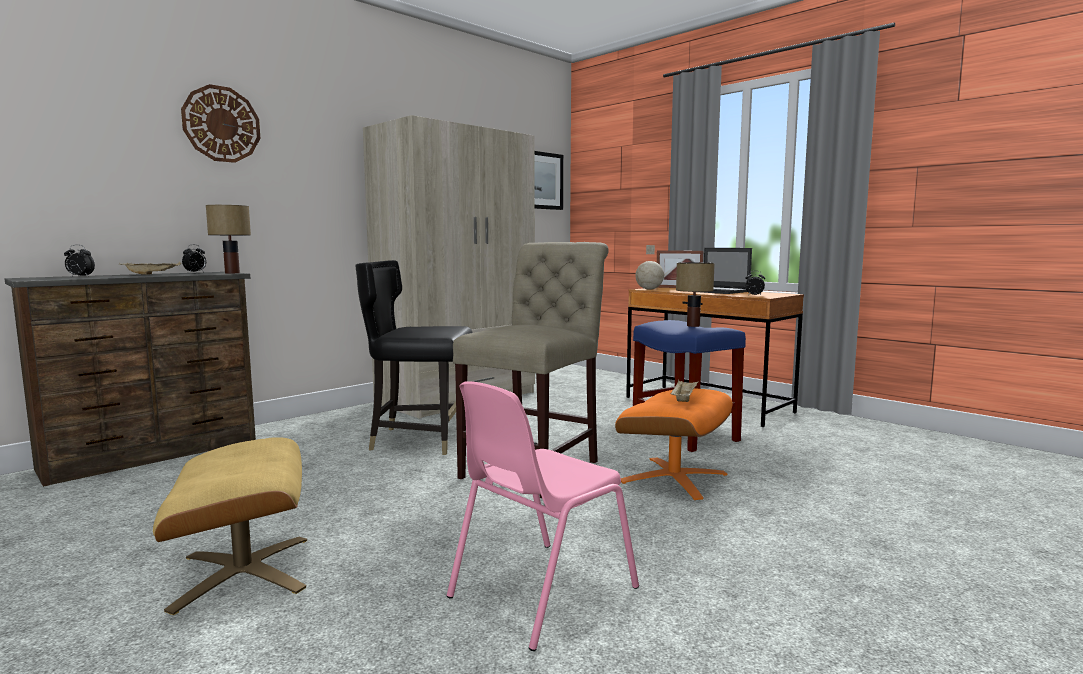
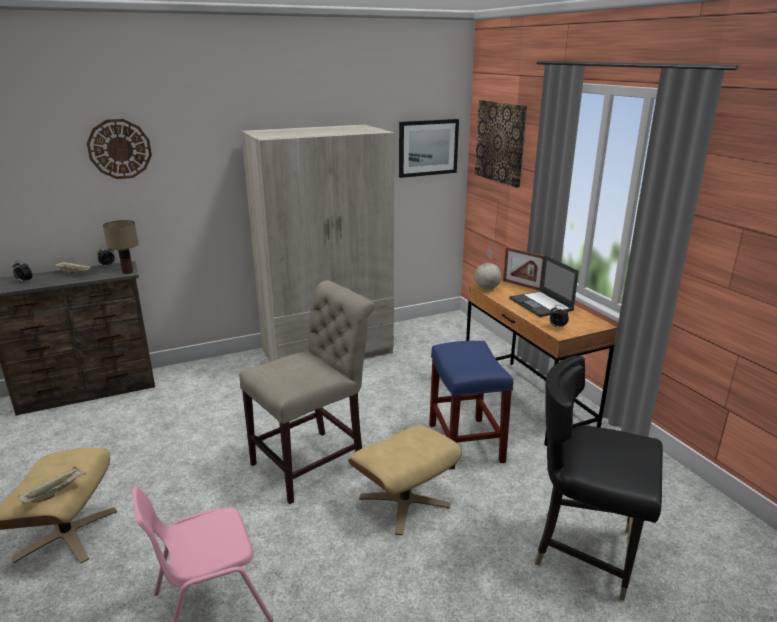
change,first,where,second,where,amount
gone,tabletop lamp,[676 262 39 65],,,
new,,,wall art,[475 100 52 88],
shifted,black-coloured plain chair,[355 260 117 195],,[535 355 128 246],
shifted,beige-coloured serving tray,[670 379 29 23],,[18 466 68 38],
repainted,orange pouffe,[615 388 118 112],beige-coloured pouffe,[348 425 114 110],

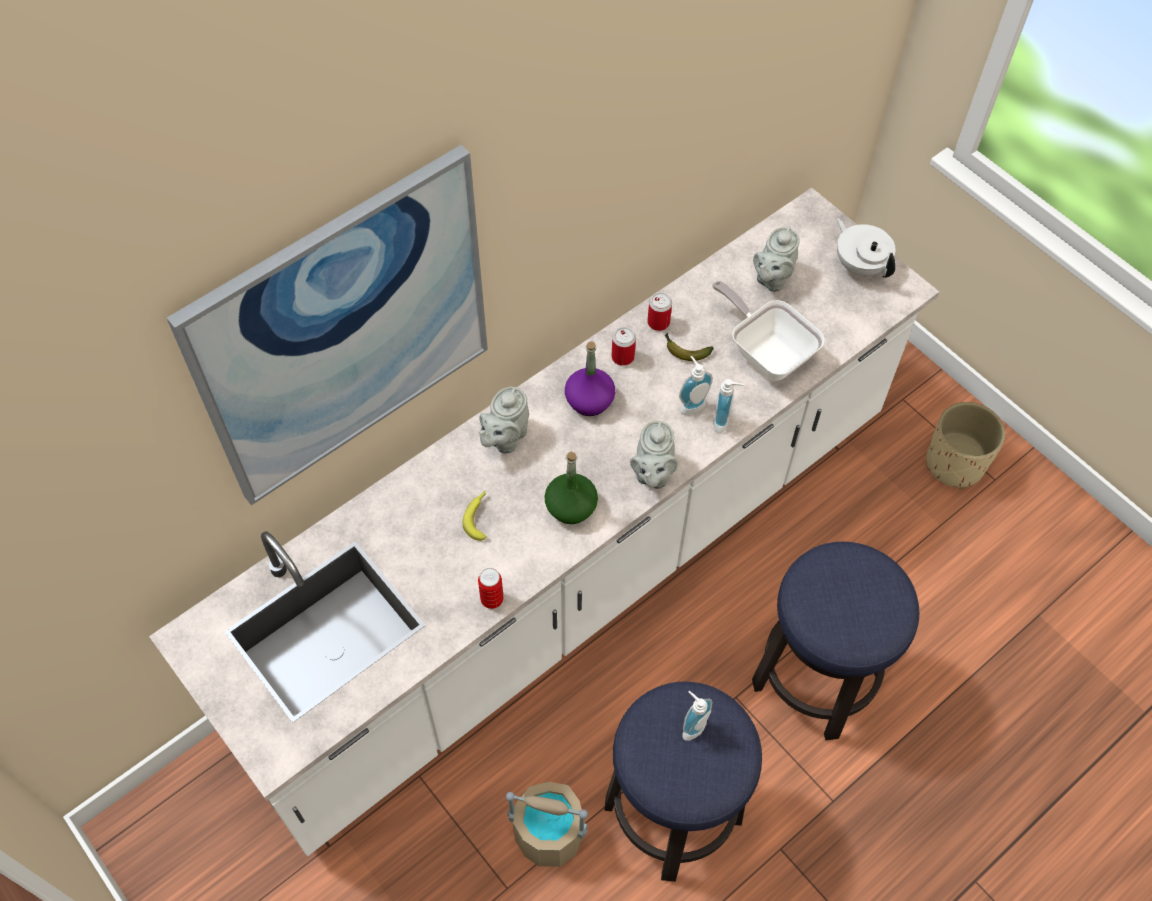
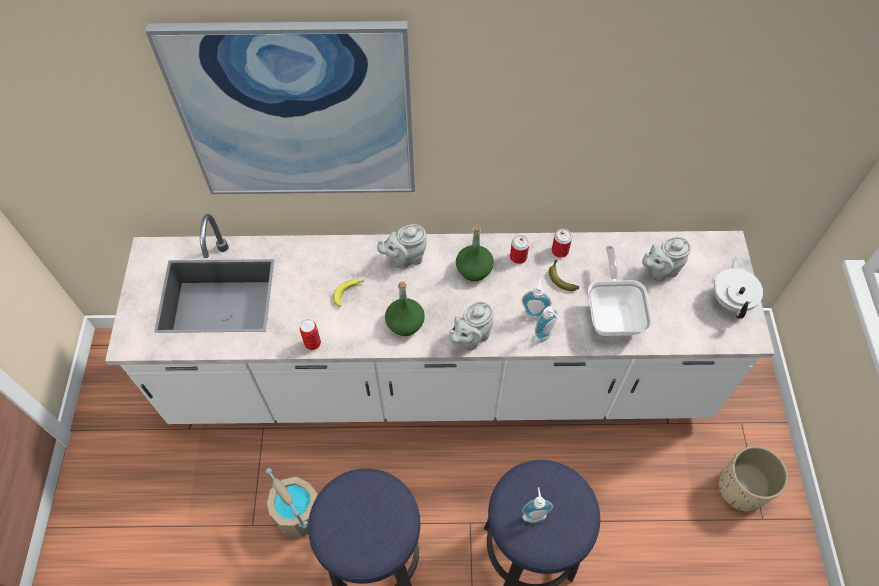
change,first,where,second,where,amount
shifted,soap bottle,[682 691 30 50],,[521 487 32 36],
repainted,purple drink bottle,[565 341 50 75],greenish drink bottle,[456 225 38 56],

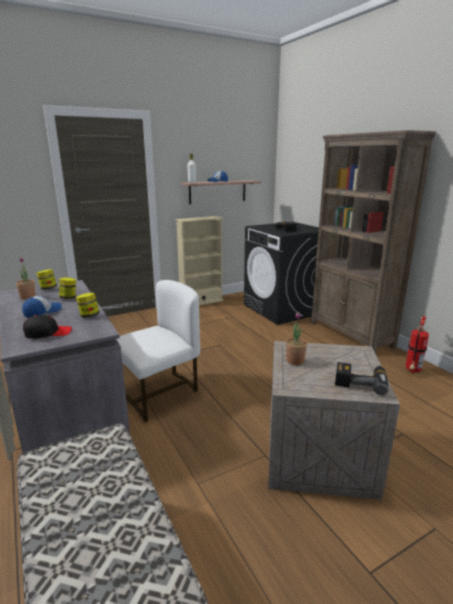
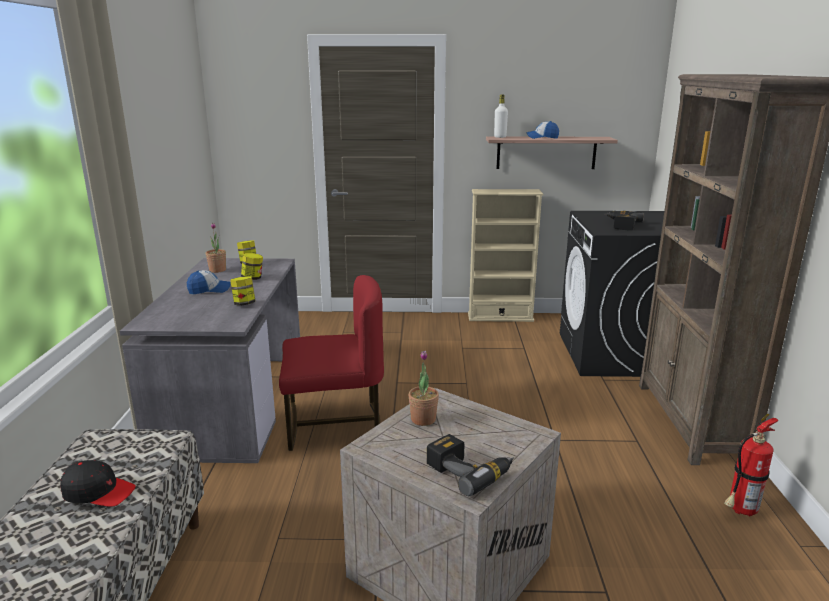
change,first,where,second,where,amount
shifted,black-coloured cap,[23 315 49 24],,[60 460 76 47],
repainted,white-coloured plain chair,[116 280 84 142],red-coloured plain chair,[279 275 105 176],

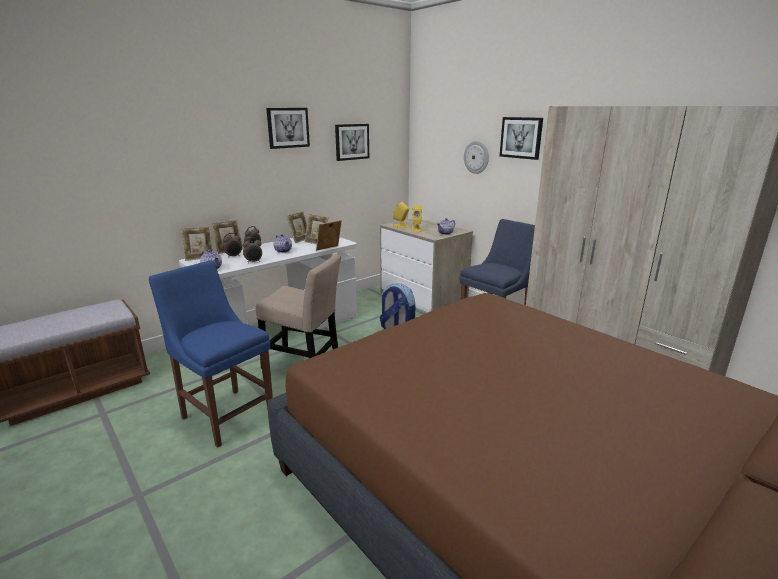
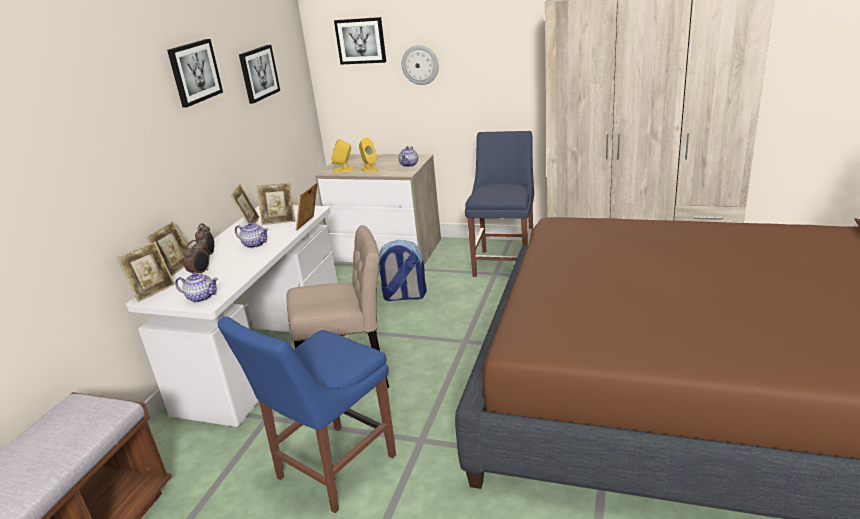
change,first,where,second,where,amount
gone,alarm clock,[243 237 19 26],,,
shifted,wall art,[500 117 43 43],,[334 17 52 47],
rotated,bluish plain chair,[149 261 124 187],,[218 317 178 196],60 degrees counterclockwise

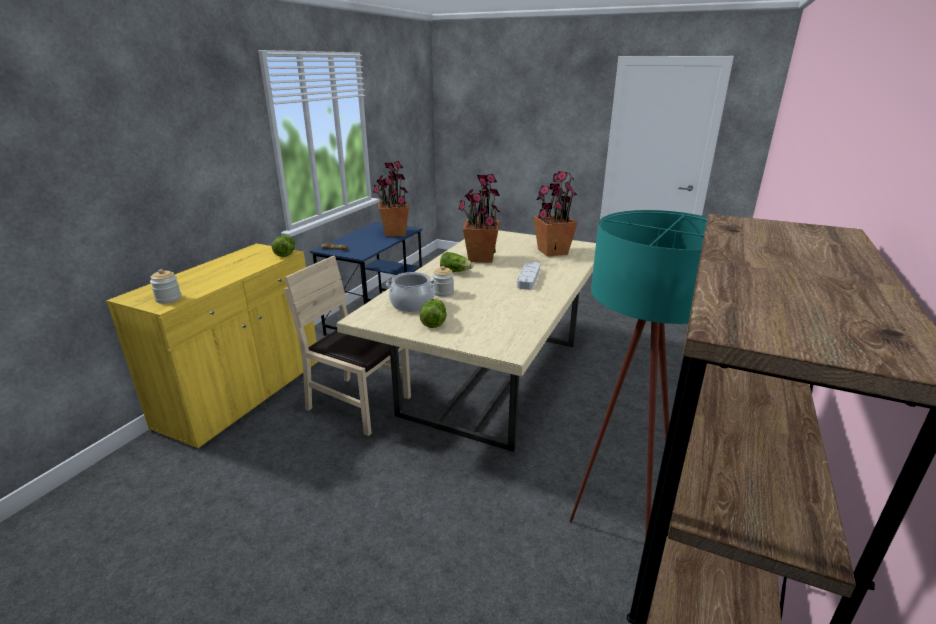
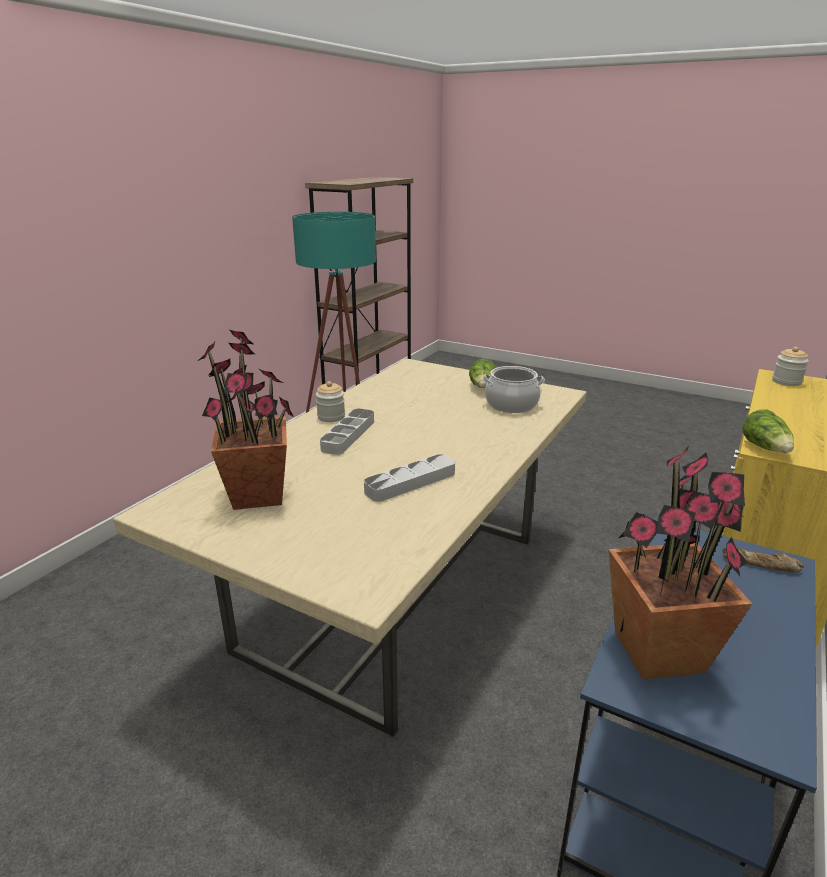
change,first,where,second,where,amount
gone,beige-coloured plain chair,[285 256 126 180],,,
gone,head of lettuce,[440 252 34 20],,,
shifted,storage jar,[432 266 22 31],,[316 381 29 41],
swapped,houseplant,[459 174 41 89],greyish serving tray,[364 454 91 48],

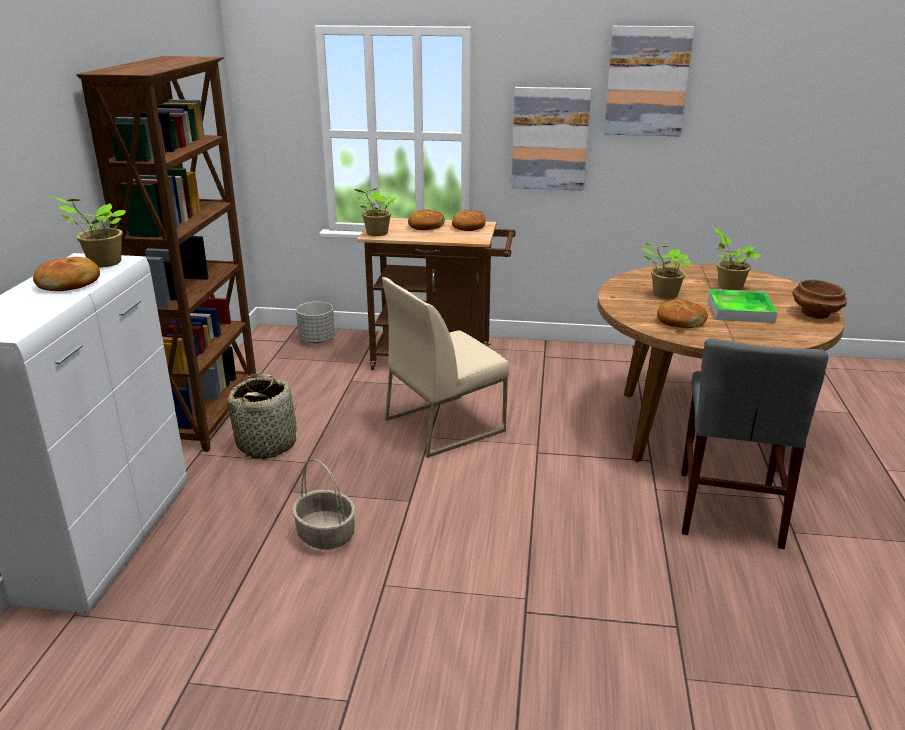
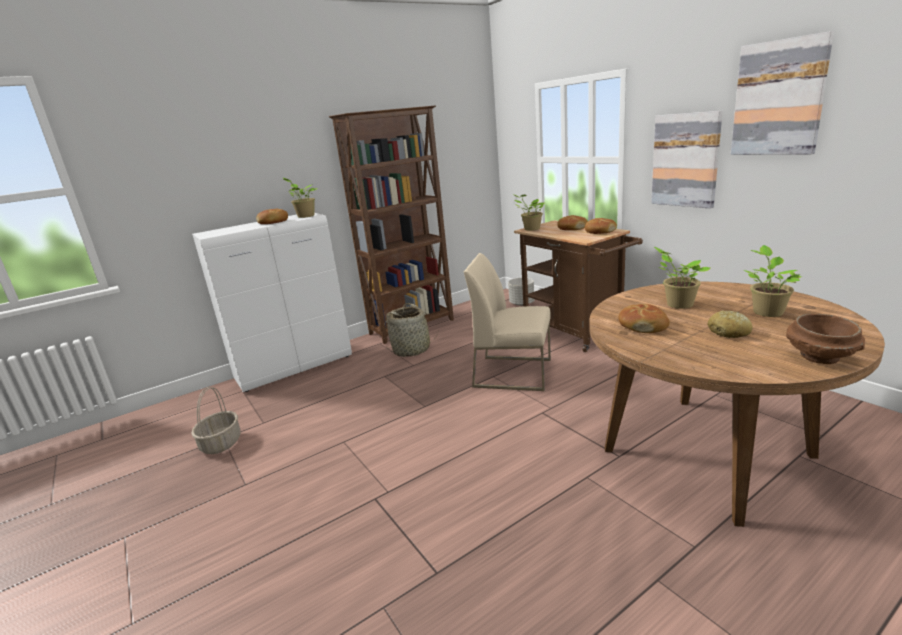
change,first,where,second,where,amount
gone,greyish plain chair,[681 338 148 211],,,
shifted,basket,[292 459 64 91],,[191 387 49 67],
swapped,serving tray,[708 289 70 34],bakery bread,[707 310 46 28],

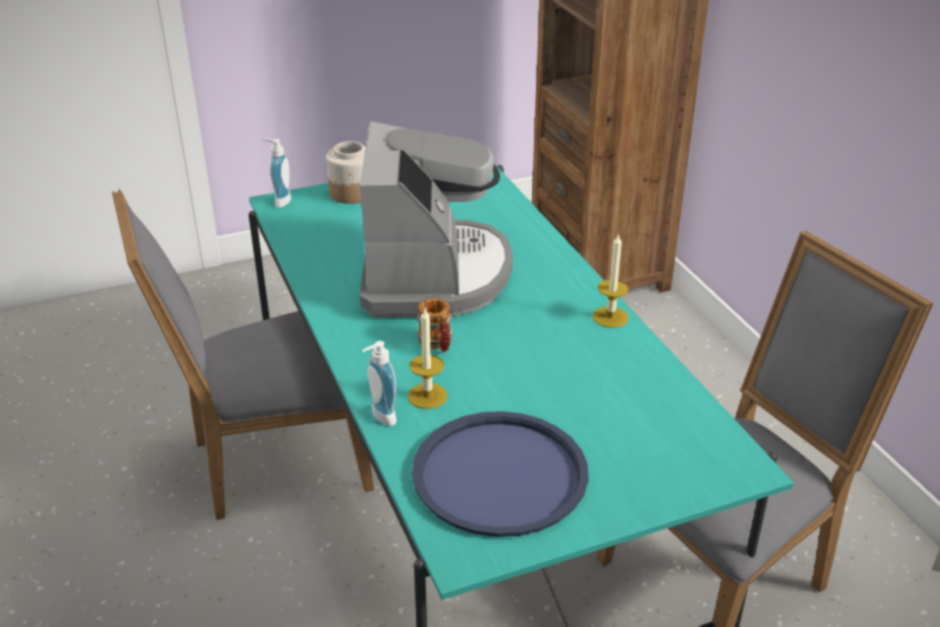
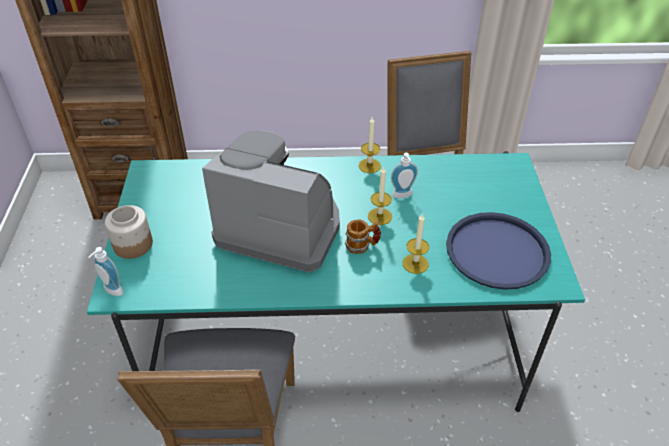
change,first,where,second,where,amount
new,,,wax light,[368 166 24 59],
shifted,soap bottle,[362 341 35 85],,[391 153 27 45],

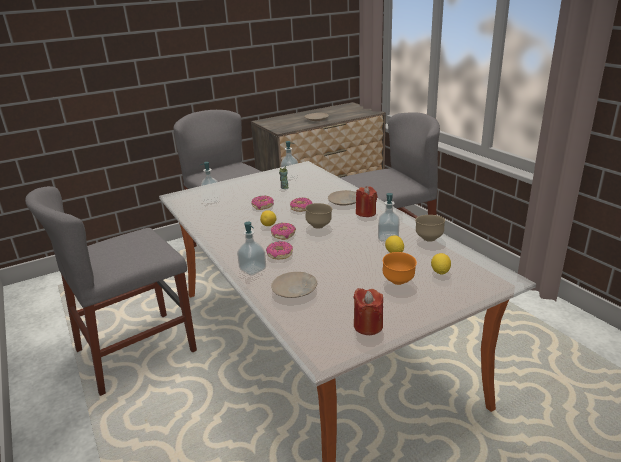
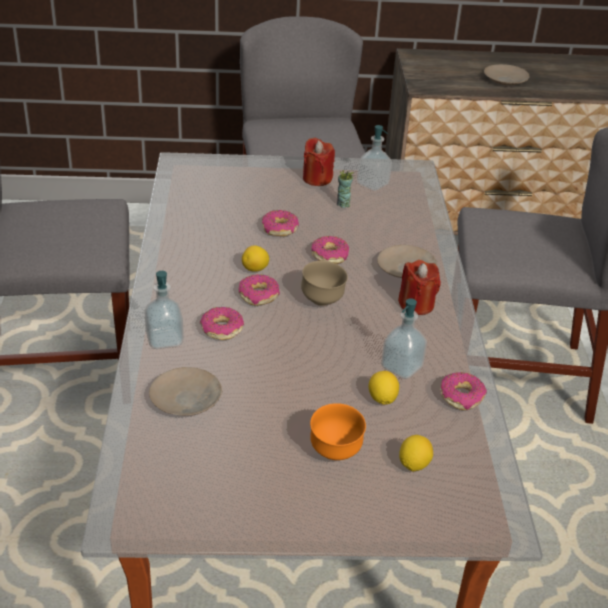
change,first,where,second,where,amount
gone,soap bottle,[200 162 20 41],,,
shifted,red-coloured wax light,[353 288 30 47],,[303 138 32 48],
swapped,brown deep dish,[415 215 30 27],doughnut,[440 372 47 38],

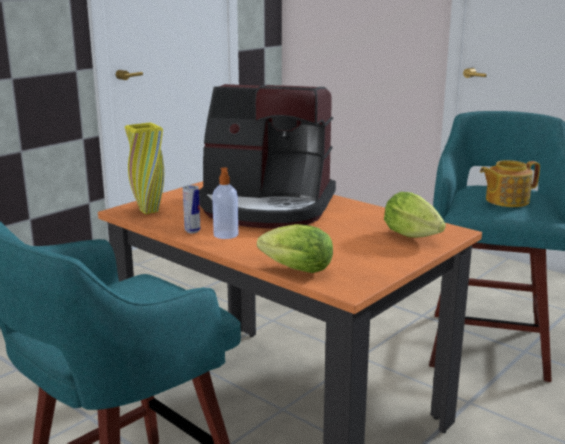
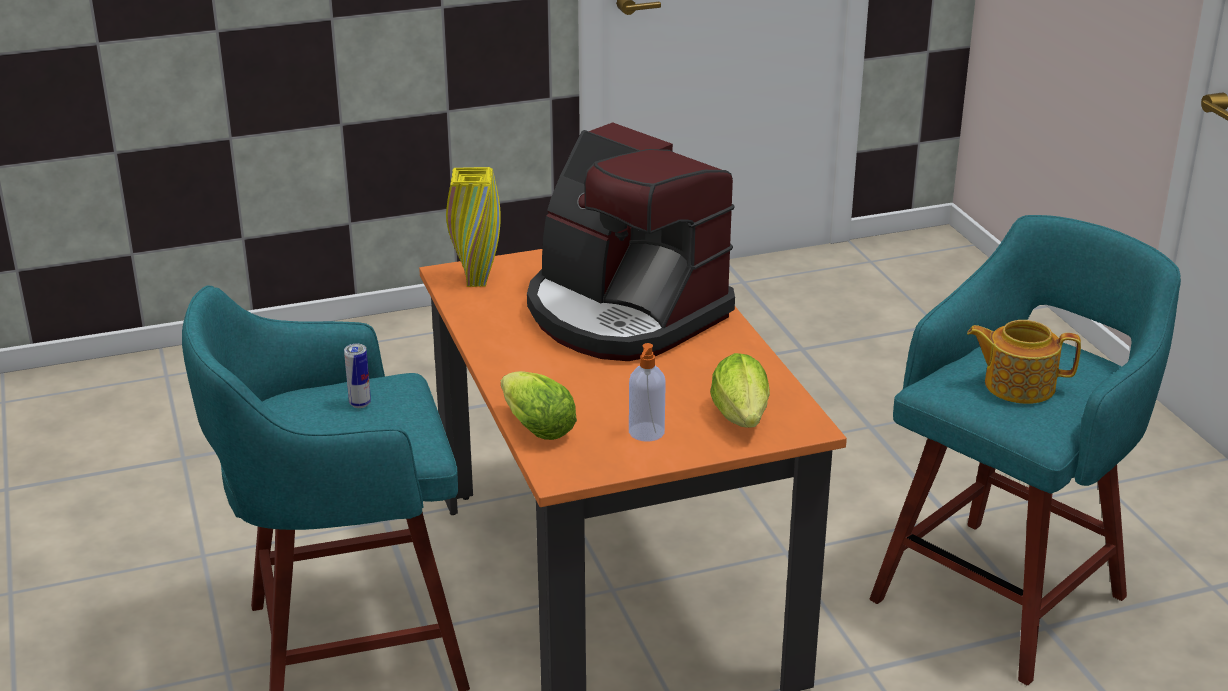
change,first,where,second,where,amount
shifted,sealed can,[183 185 17 48],,[344 344 27 64],
shifted,soap bottle,[212 167 26 72],,[629 343 37 99],

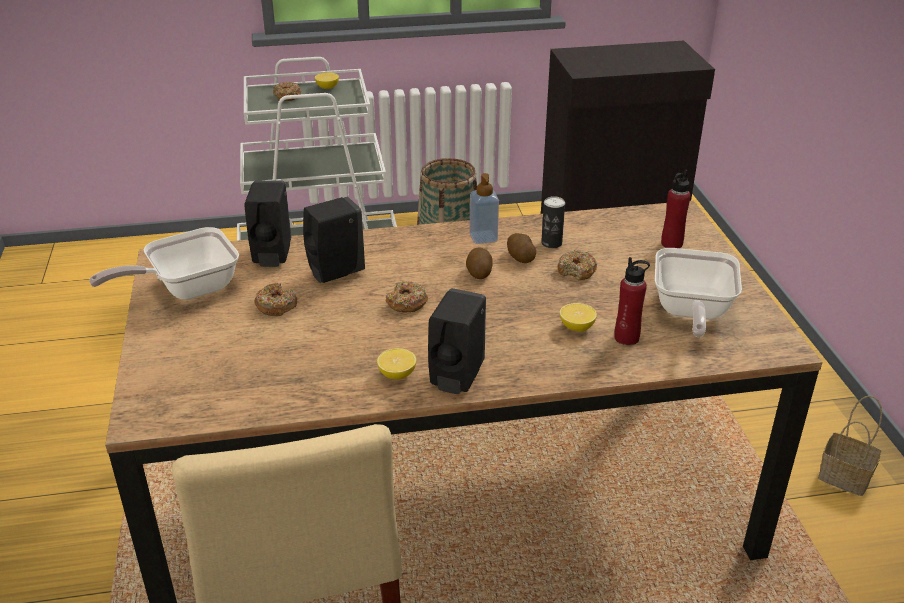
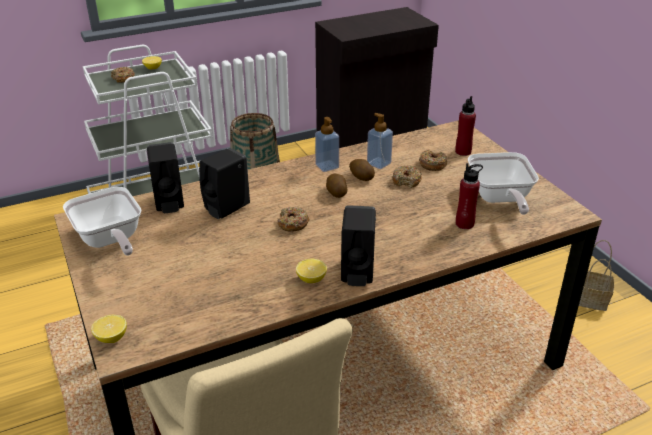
change,first,where,second,where,amount
shifted,doughnut,[255 283 42 33],,[419 149 28 22],
shifted,citrus fruit,[560 303 37 29],,[91 315 36 28],
swapped,sealed can,[541 196 24 52],soap bottle,[367 113 26 56],
rotated,pan,[89 227 150 73],,[63 187 79 69],75 degrees counterclockwise

